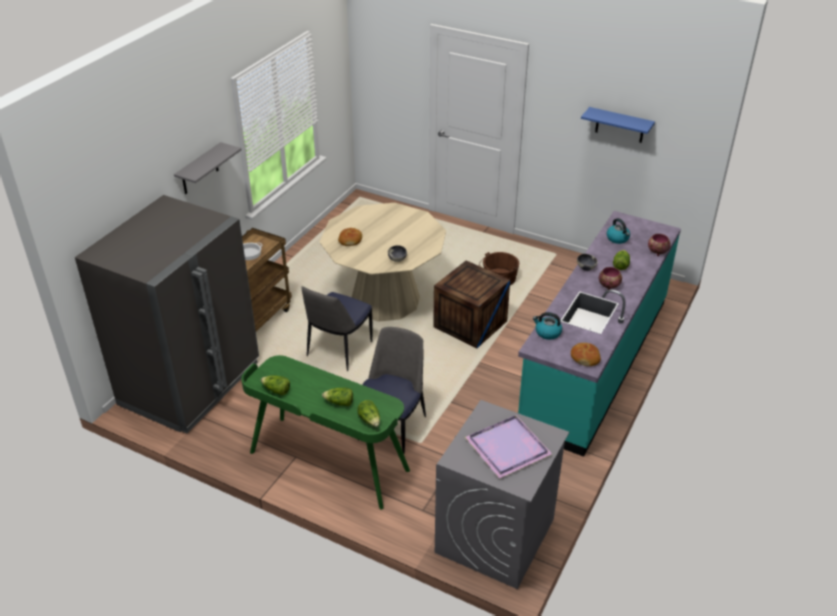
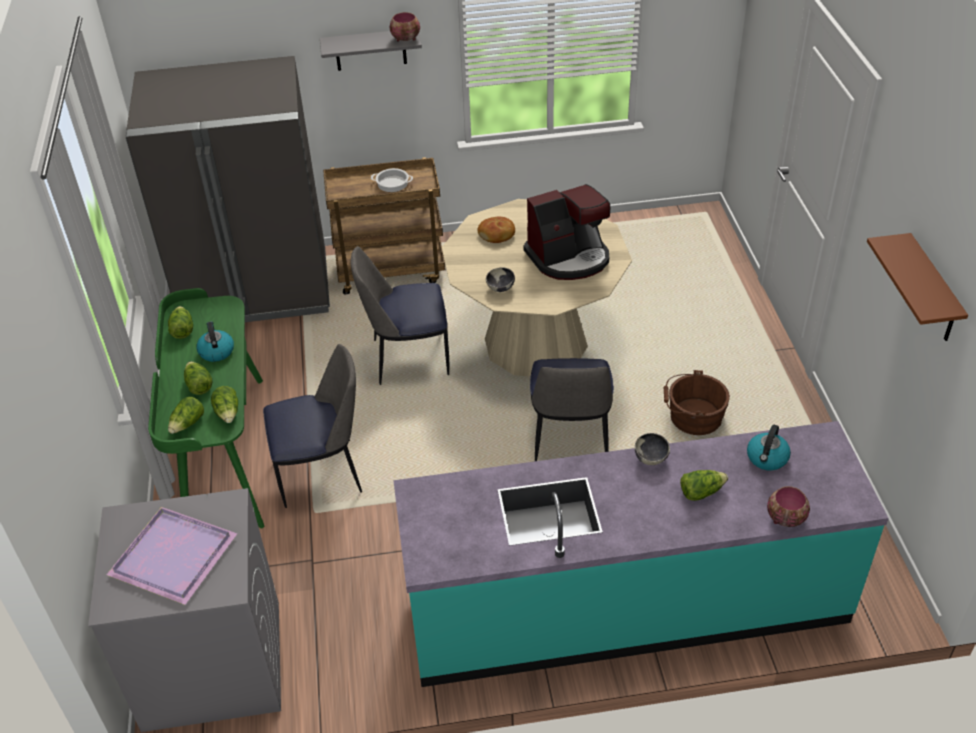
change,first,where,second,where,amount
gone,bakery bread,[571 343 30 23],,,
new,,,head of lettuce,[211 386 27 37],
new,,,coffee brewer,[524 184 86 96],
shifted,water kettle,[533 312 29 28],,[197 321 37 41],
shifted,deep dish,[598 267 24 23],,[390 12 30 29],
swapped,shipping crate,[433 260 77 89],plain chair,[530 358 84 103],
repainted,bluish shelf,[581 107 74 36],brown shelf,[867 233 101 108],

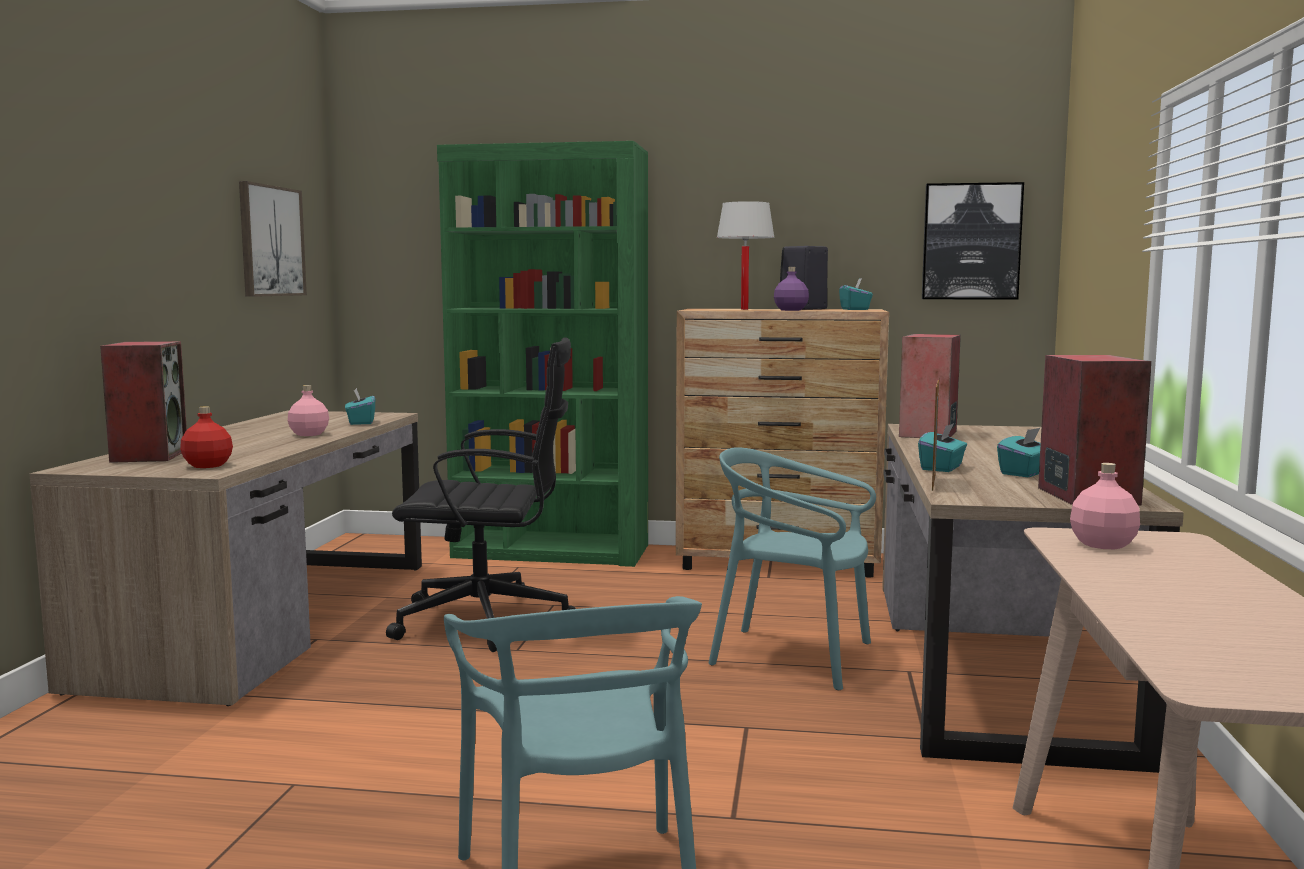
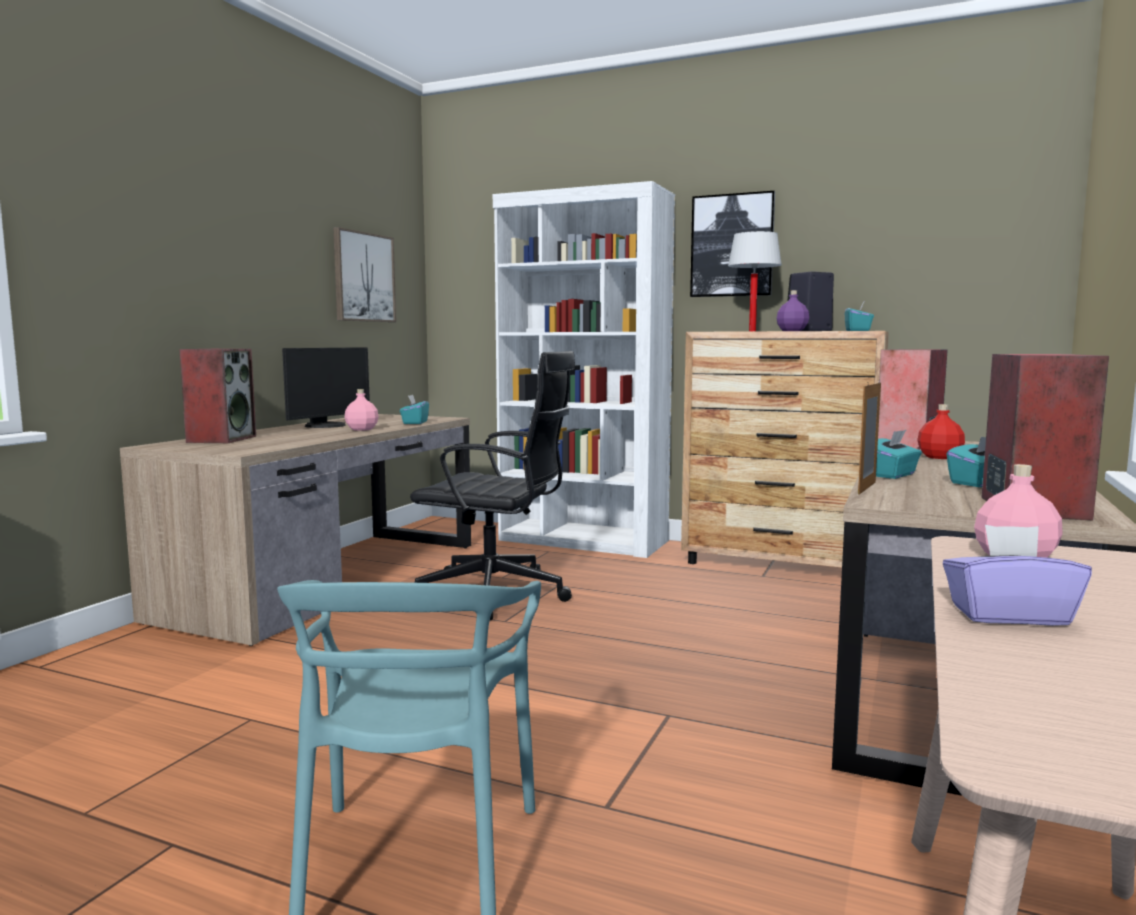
change,first,where,second,where,amount
gone,blue-green plain chair,[708 447 168 243],,,
new,,,computer screen,[282 347 88 81],
new,,,purple tissue holder,[943 525 149 101],
shifted,red-coloured drink bottle,[180 406 53 62],,[917 404 48 55],
shifted,wall art,[922 182 102 118],,[690 191 85 106],
repainted,greenish bookshelf,[437 141 211 426],white-coloured bookshelf,[493 181 182 377],

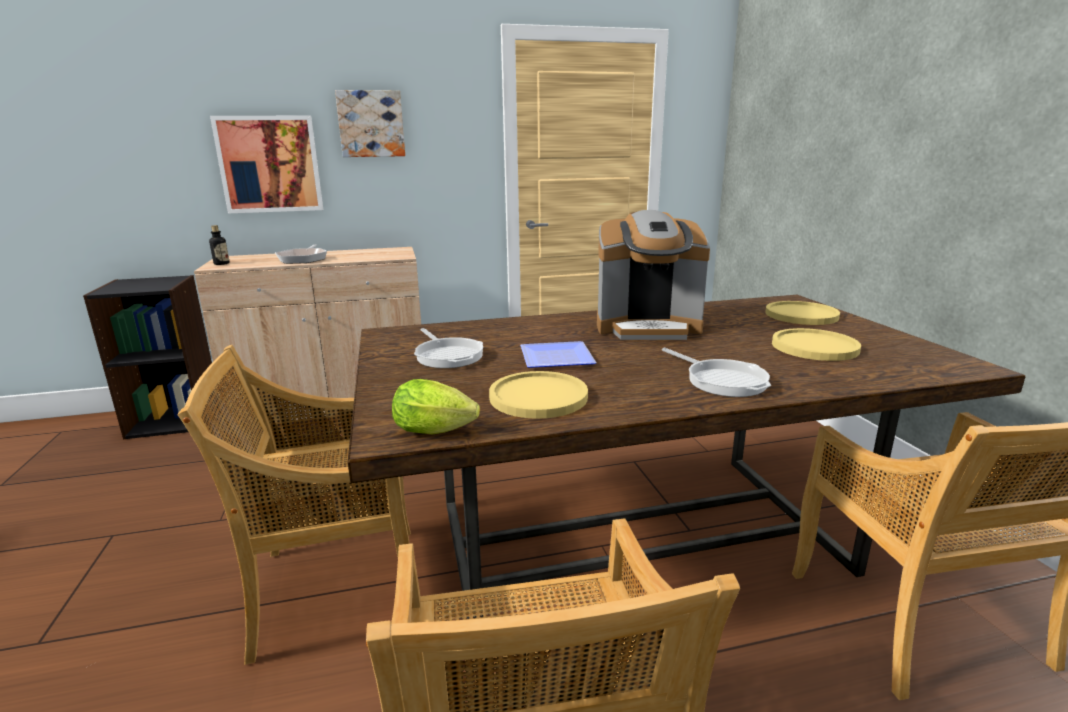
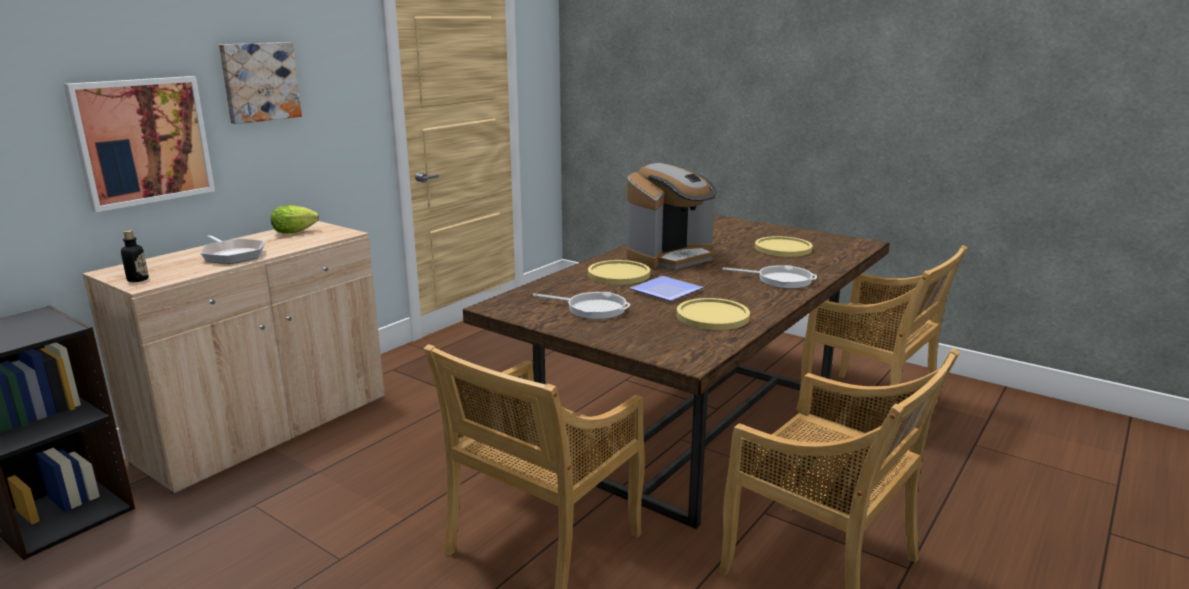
change,first,where,second,where,amount
shifted,head of lettuce,[392 379 88 56],,[271 205 48 29],
shifted,yellowish plate,[766 301 74 24],,[588 260 62 25],

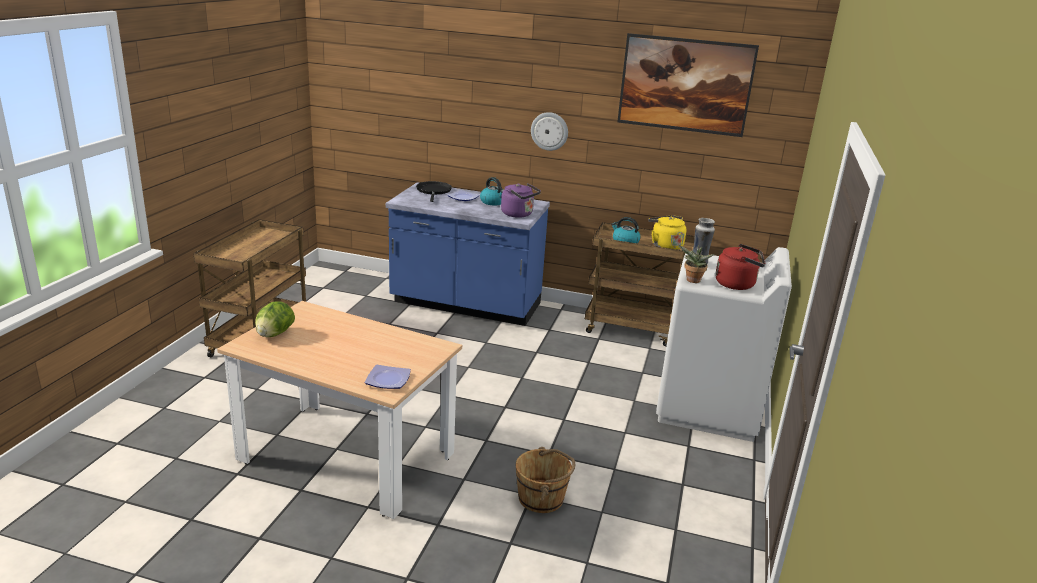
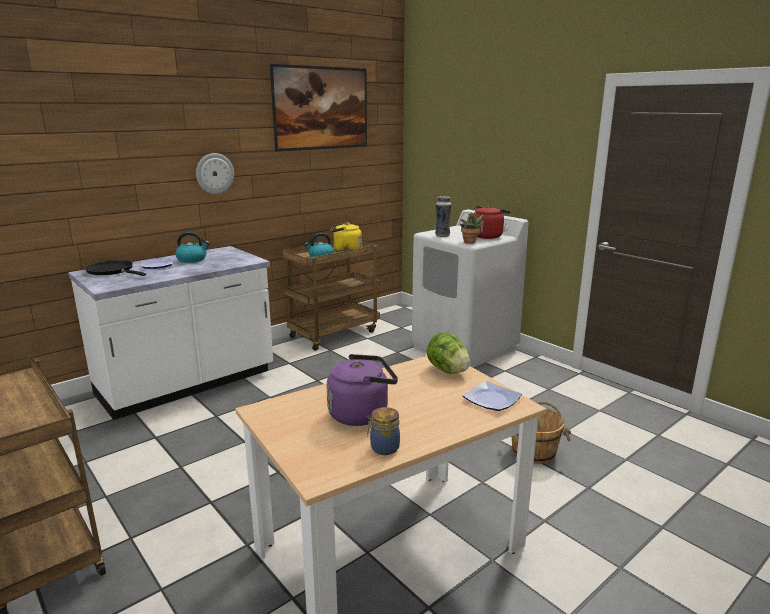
change,first,where,second,where,amount
new,,,storage jar,[367 407 33 48],
shifted,head of lettuce,[255 301 40 36],,[426 332 45 42],
shifted,purple water kettle,[501 183 40 35],,[327 354 71 72],
repainted,bluish kitchen base unit,[386 182 164 144],white-coloured kitchen base unit,[68 246 205 174],

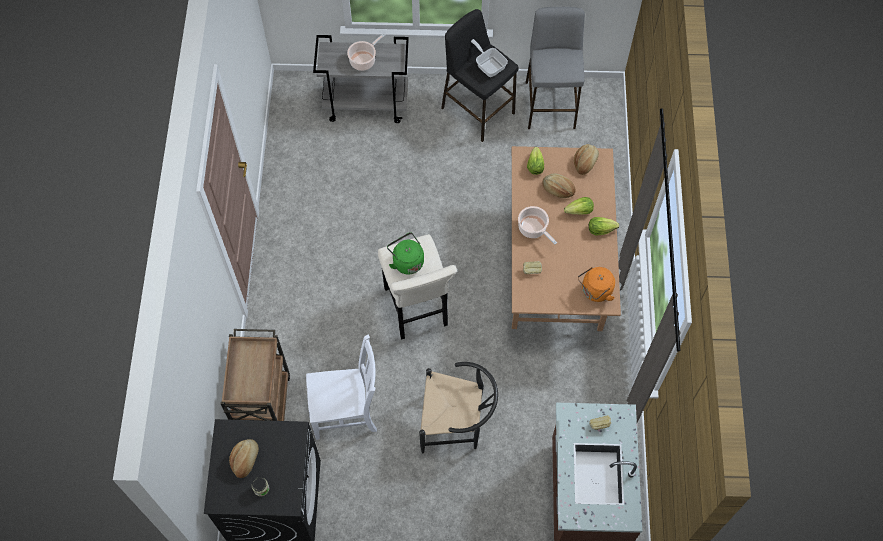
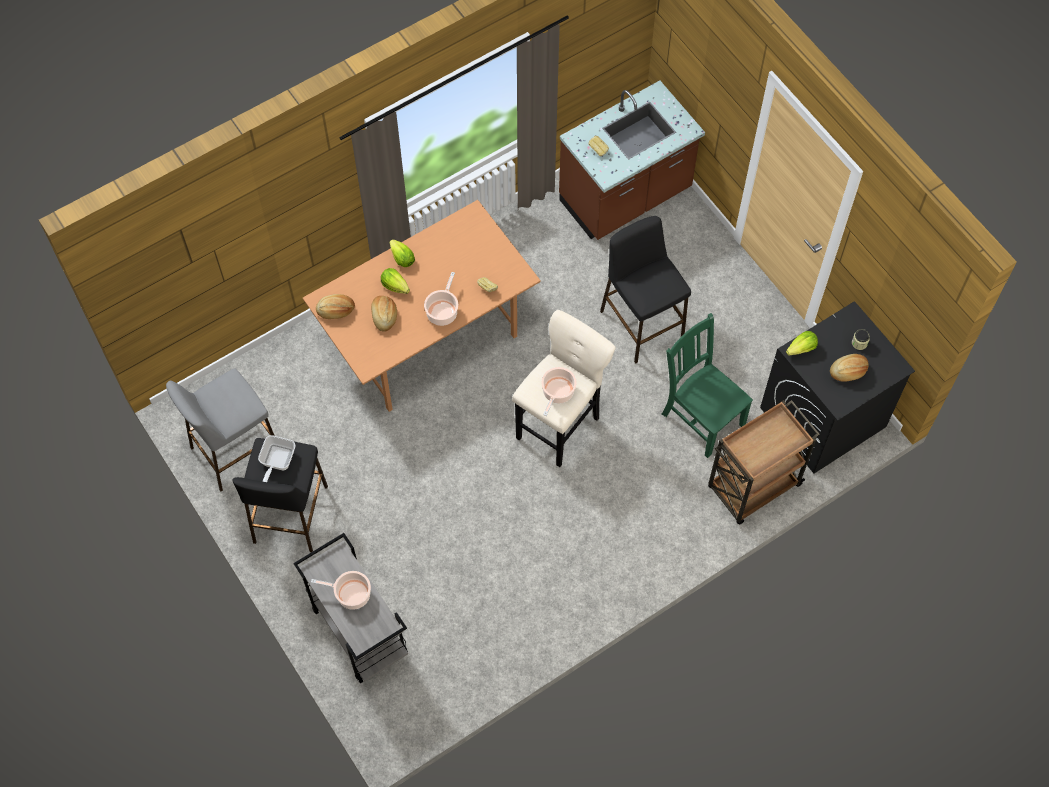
change,first,where,second,where,amount
gone,orange water kettle,[578 267 37 35],,,
shifted,head of lettuce,[527 147 17 28],,[786 331 32 25],
swapped,greenish water kettle,[387 232 37 42],stockpot,[541 367 36 49],
swapped,black-coloured plain chair,[419 362 79 91],black-coloured stool seat,[600 216 91 148],
repainted,white-coloured plain chair,[306 335 71 105],greenish plain chair,[662 313 91 145],

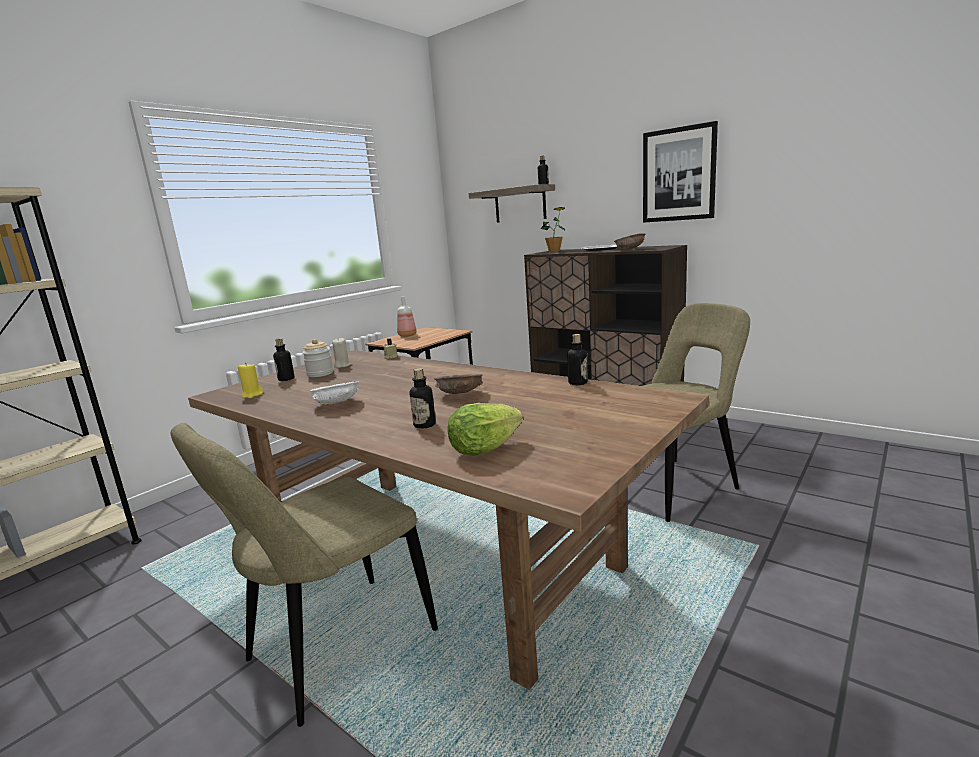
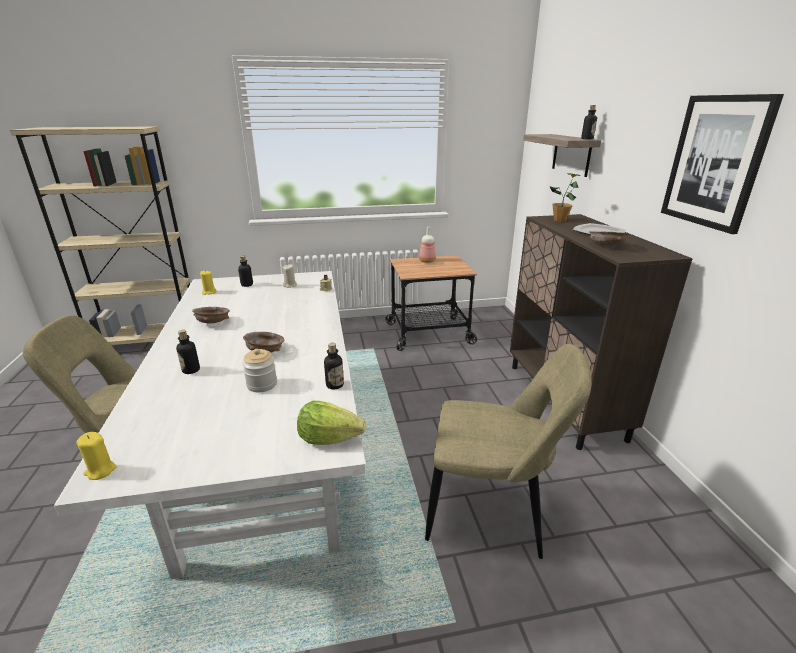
change,first,where,second,where,amount
new,,,yellowish wax light,[76 432 41 48],
shifted,storage jar,[302 339 31 38],,[242 349 35 43],
shifted,head of lettuce,[448 403 75 53],,[297 401 69 44],
repainted,brown dinner table,[188 350 521 340],white-coloured dinner table,[54 271 312 308],
repainted,white-coloured deep dish,[309 381 50 23],brown deep dish,[192 307 38 16],

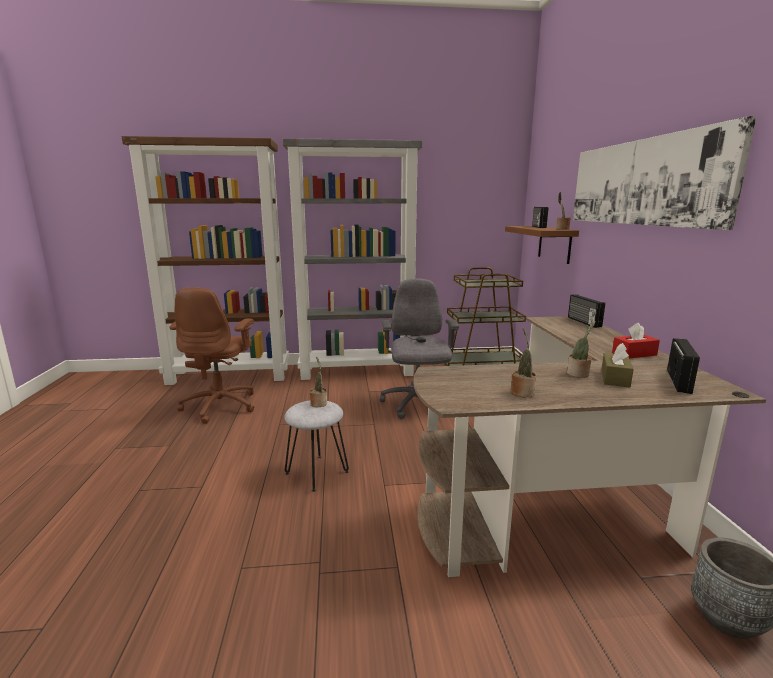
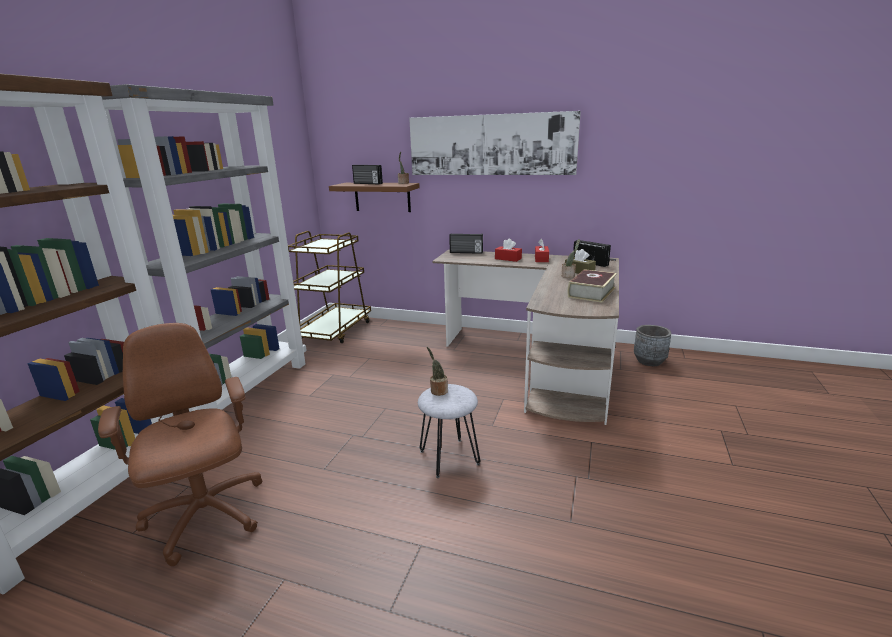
change,first,where,second,where,amount
gone,greyish computer chair,[379 278 80 141],,,
new,,,red-coloured tissue holder,[495 239 27 23],
swapped,houseplant,[511 328 25 69],book,[568 269 49 34],
rotated,brown computer chair,[169 287 86 137],,[98 323 164 243],150 degrees counterclockwise

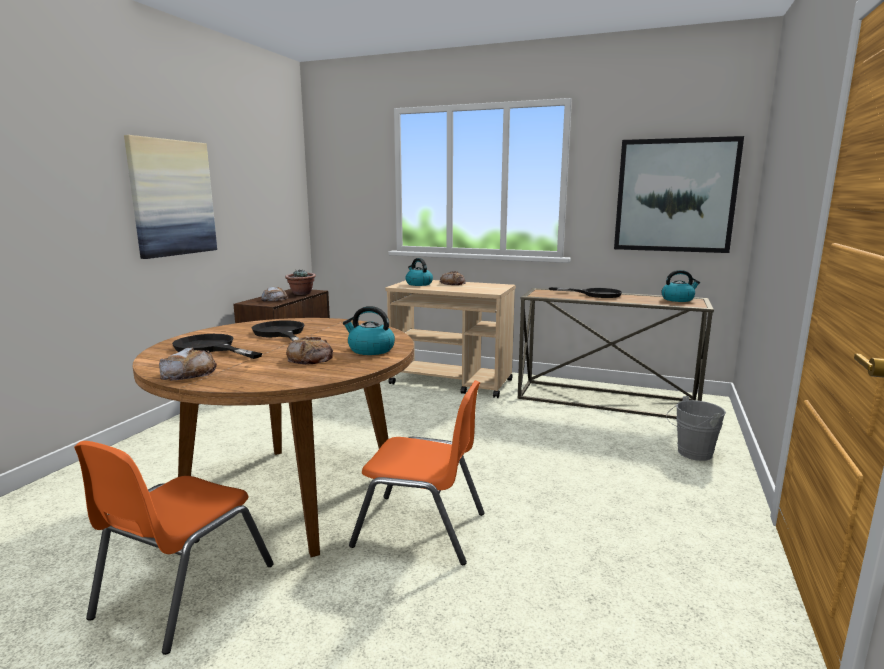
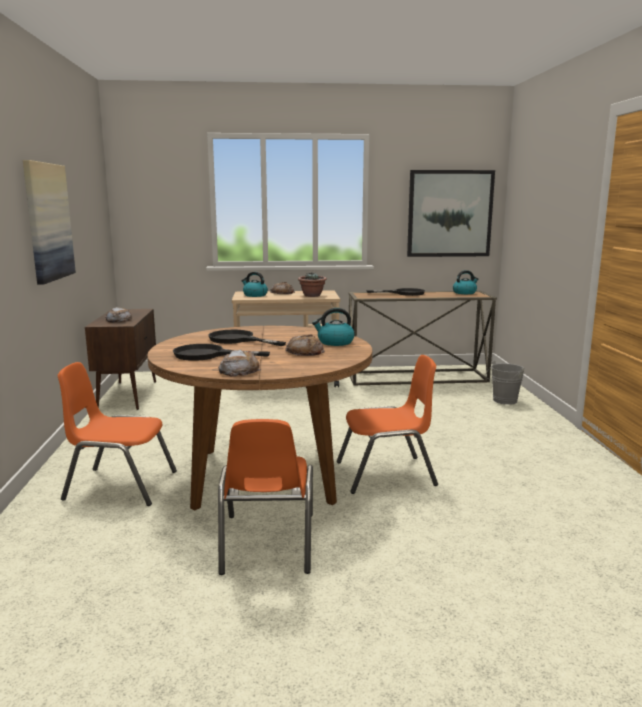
change,first,where,second,where,amount
new,,,orange plain chair,[58 362 119 144],
shifted,houseplant,[285 270 31 25],,[298 273 29 24],

